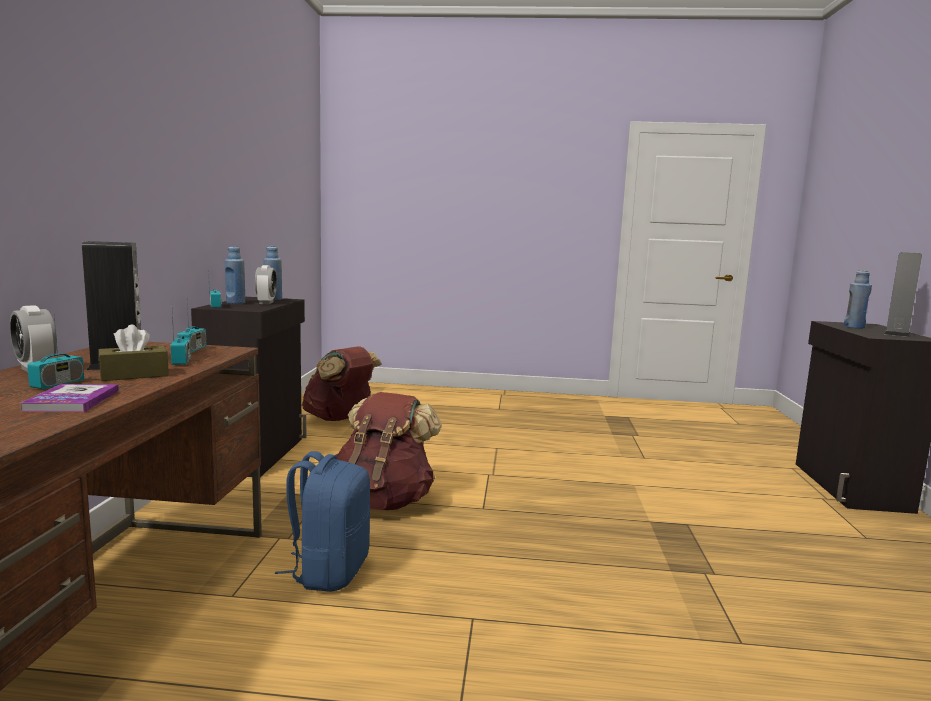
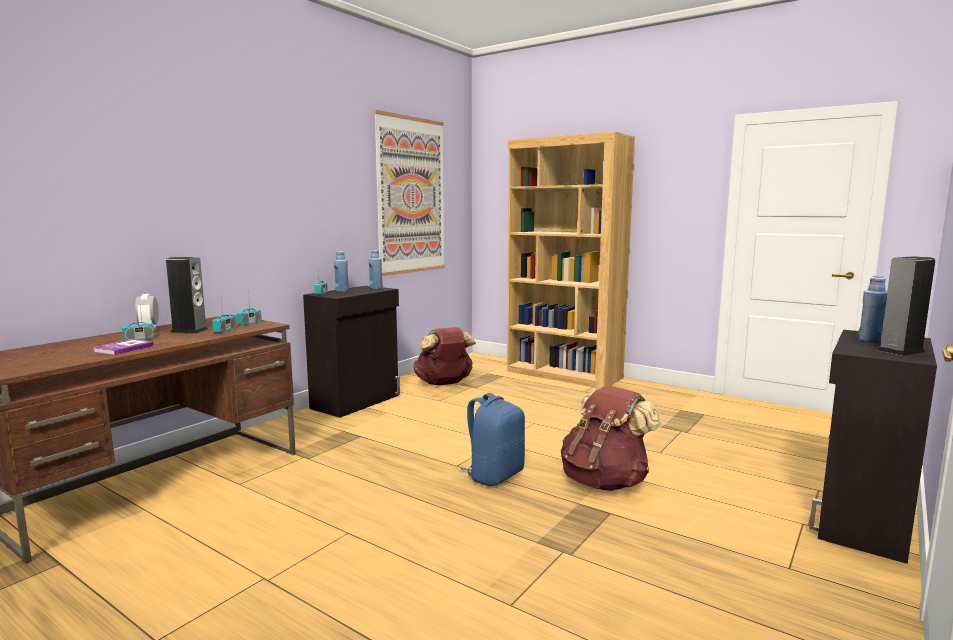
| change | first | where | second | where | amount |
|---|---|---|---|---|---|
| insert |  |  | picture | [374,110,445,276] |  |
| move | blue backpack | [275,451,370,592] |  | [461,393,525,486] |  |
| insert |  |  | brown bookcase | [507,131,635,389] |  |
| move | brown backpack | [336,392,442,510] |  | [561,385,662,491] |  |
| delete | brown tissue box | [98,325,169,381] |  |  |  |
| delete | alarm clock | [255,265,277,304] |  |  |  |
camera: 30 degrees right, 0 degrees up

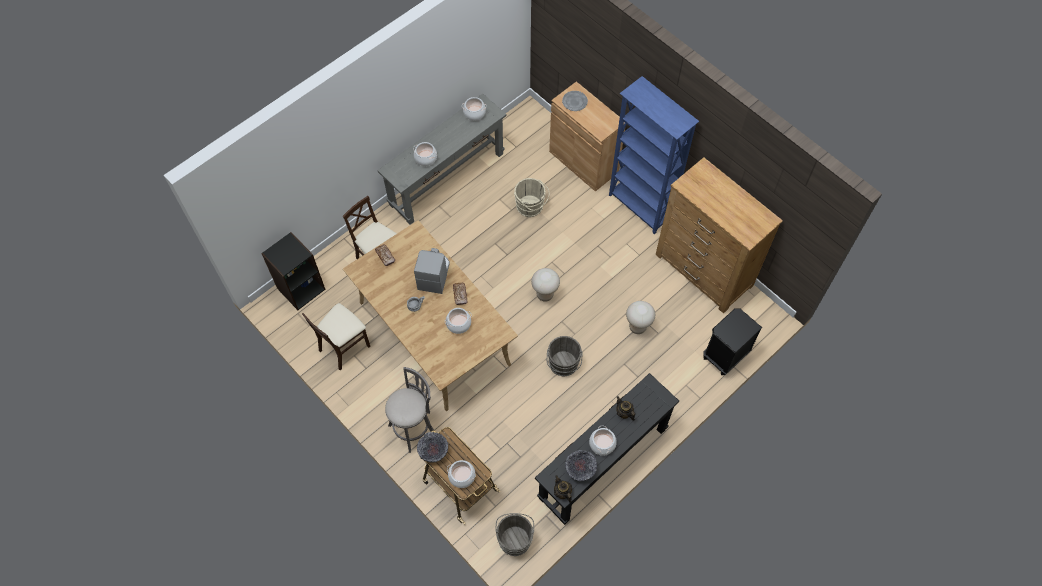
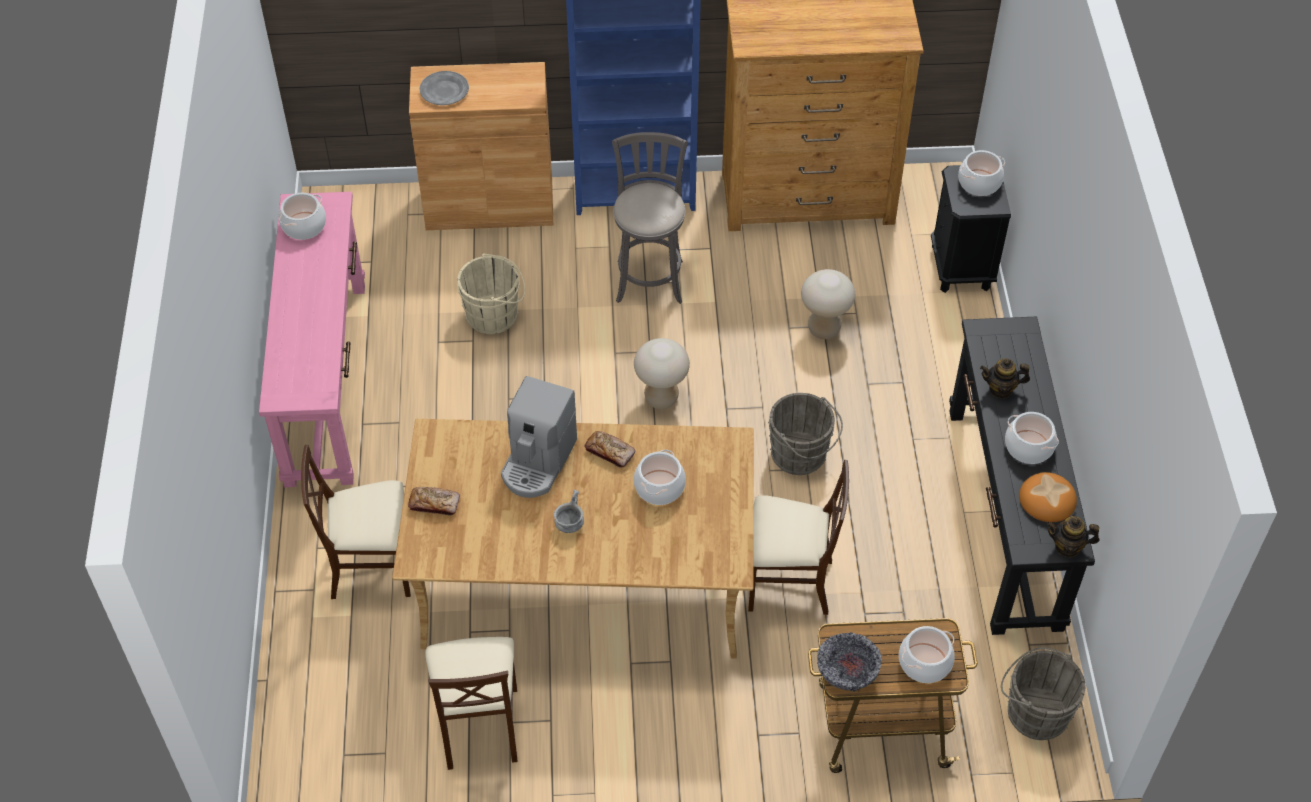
| change | first | where | second | where | amount |
|---|---|---|---|---|---|
| recolor | grey console table | [377,94,506,225] | pink console table | [259,192,365,488] |  |
| rotate | coffee machine | [414,248,450,294] |  | [501,376,577,498] | 120 degrees counterclockwise |
| move | grey stool | [385,367,434,453] |  | [612,132,688,304] |  |
| insert |  |  | beige chair | [748,460,849,615] |  |
| move | cooking pot | [413,142,437,166] |  | [958,150,1005,196] |  |
| replace | bowl | [565,450,597,481] | bread | [1019,472,1077,522] |  |
| delete | black bookcase | [261,232,326,310] |  |  |  |
camera: 50 degrees left, 10 degrees down

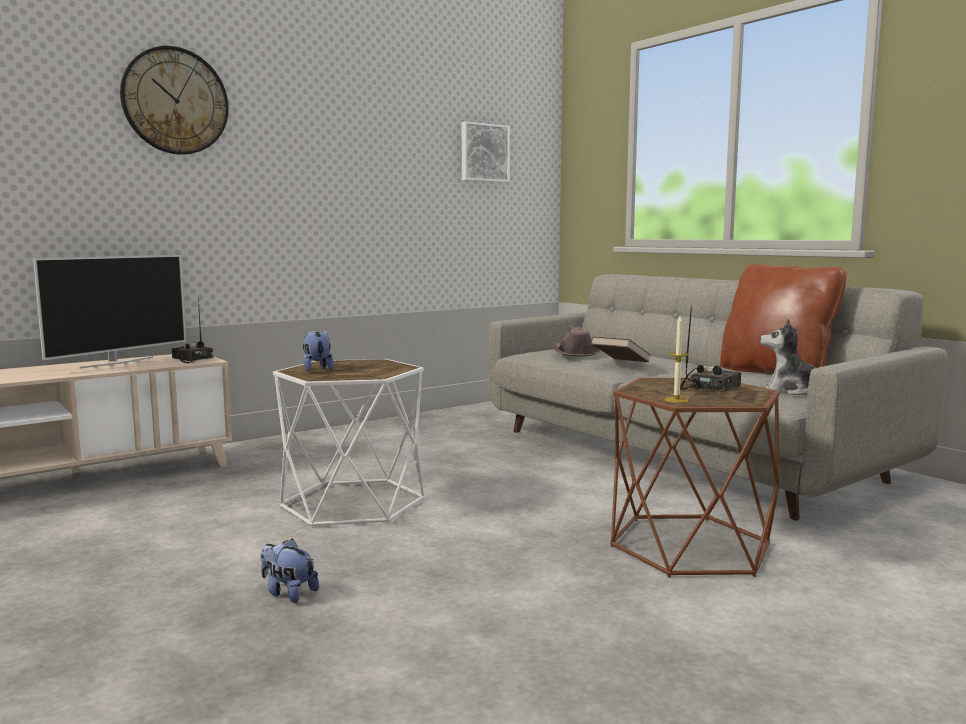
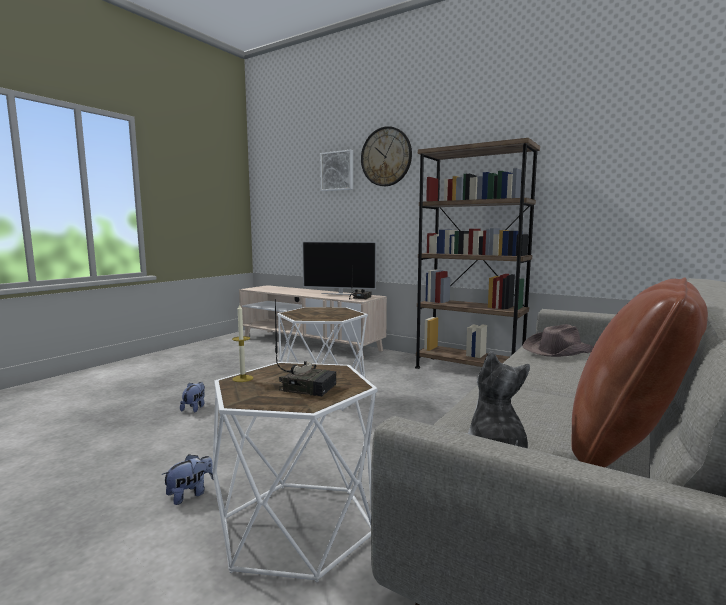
| change | first | where | second | where | amount |
|---|---|---|---|---|---|
| move | plush toy | [303,330,334,371] |  | [161,454,214,505] |  |
| recolor | brown side table | [610,378,780,577] | white side table | [212,362,377,583] |  |
| move | picture | [462,121,510,183] |  | [320,150,353,191] |  |
| insert |  |  | brown bookcase | [415,138,540,369] |  |
| delete | brown book | [591,336,651,362] |  |  |  |
camera: 70 degrees right, 0 degrees up

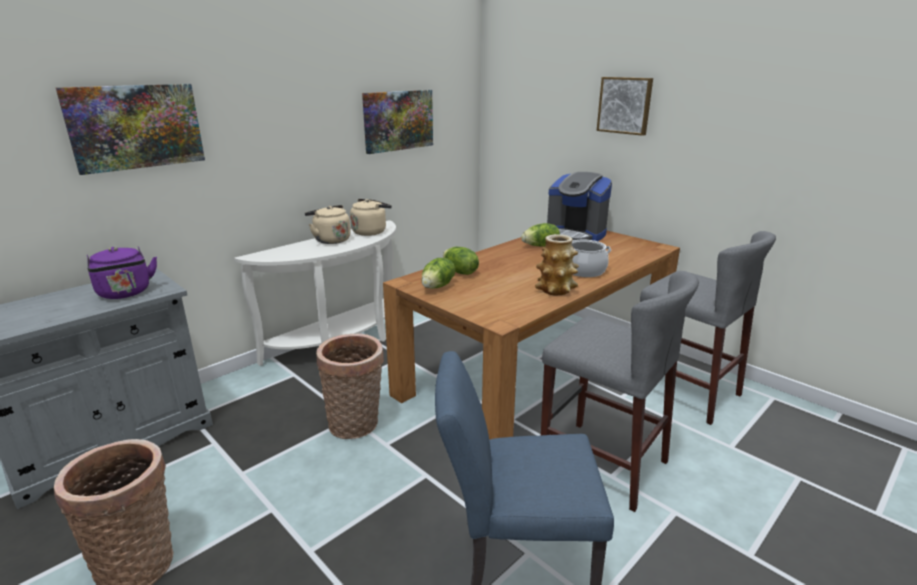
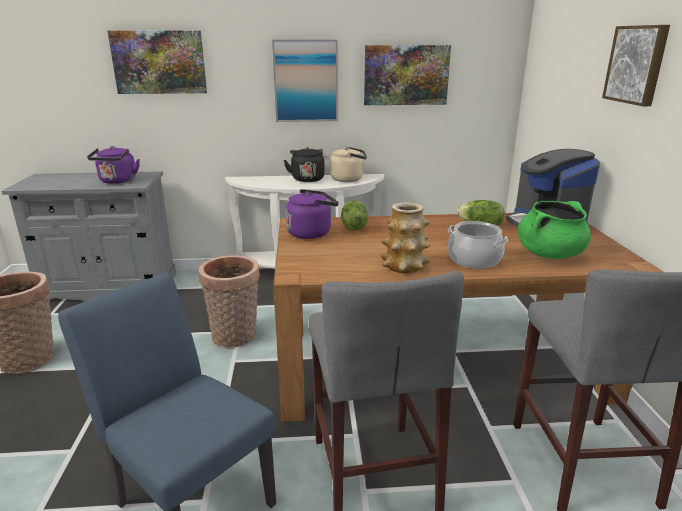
| change | first | where | second | where | amount |
|---|---|---|---|---|---|
| insert |  |  | picture | [272,40,338,122] |  |
| recolor | beige kettle | [305,205,351,244] | black kettle | [284,147,325,182] |  |
| replace | lettuce | [421,258,455,289] | purple kettle | [286,189,339,239] |  |
| insert |  |  | green cooking pot | [518,201,591,259] |  |
camera: 40 degrees right, 0 degrees up

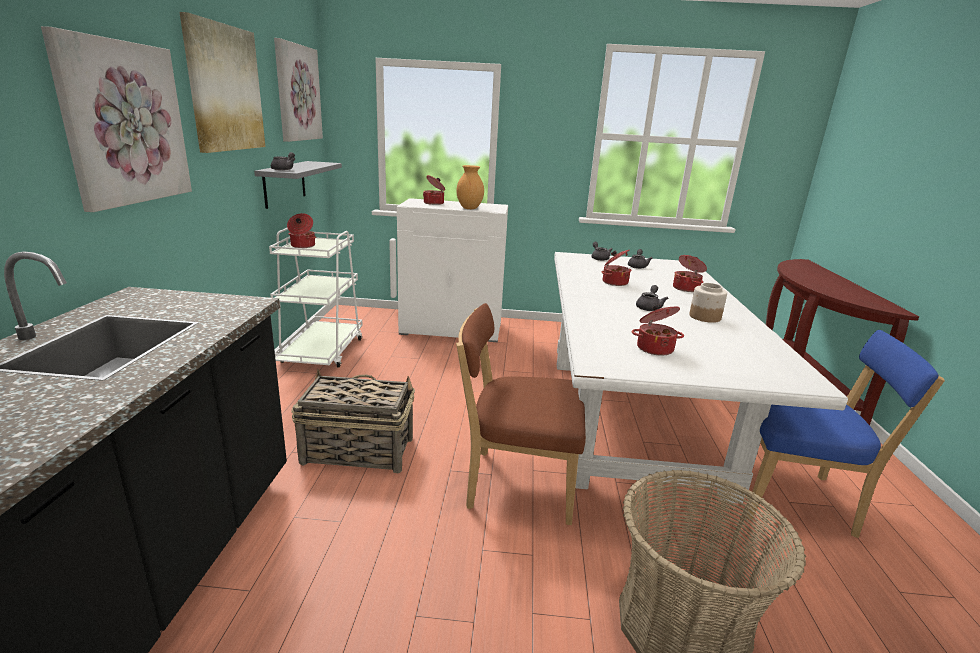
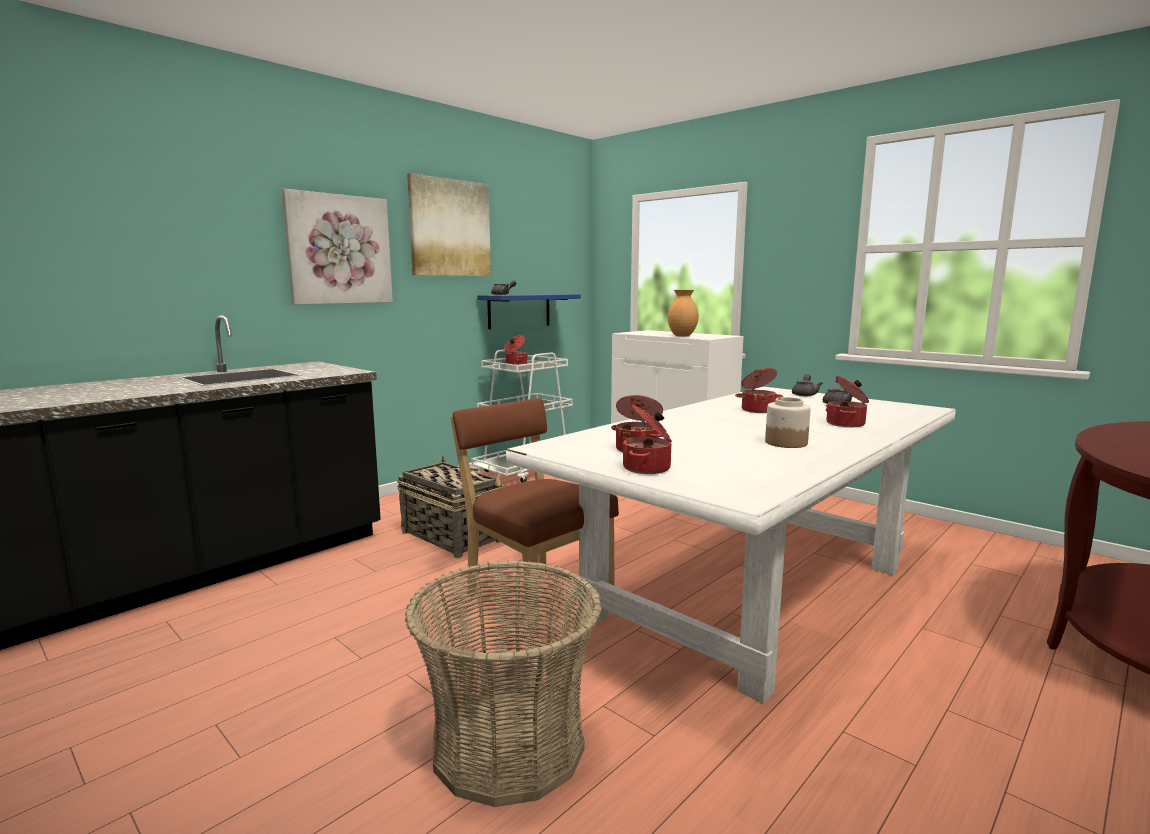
| change | first | where | second | where | amount |
|---|---|---|---|---|---|
| recolor | grey shelf | [254,161,342,209] | blue shelf | [477,294,581,329] |  |
| move | cooking pot | [423,175,445,205] |  | [621,405,672,474] |  |
| delete | picture | [274,38,323,142] |  |  |  |
| delete | grey teapot | [636,285,668,311] |  |  |  |
| delete | blue chair | [746,330,945,538] |  |  |  |
camera: 40 degrees right, 10 degrees down

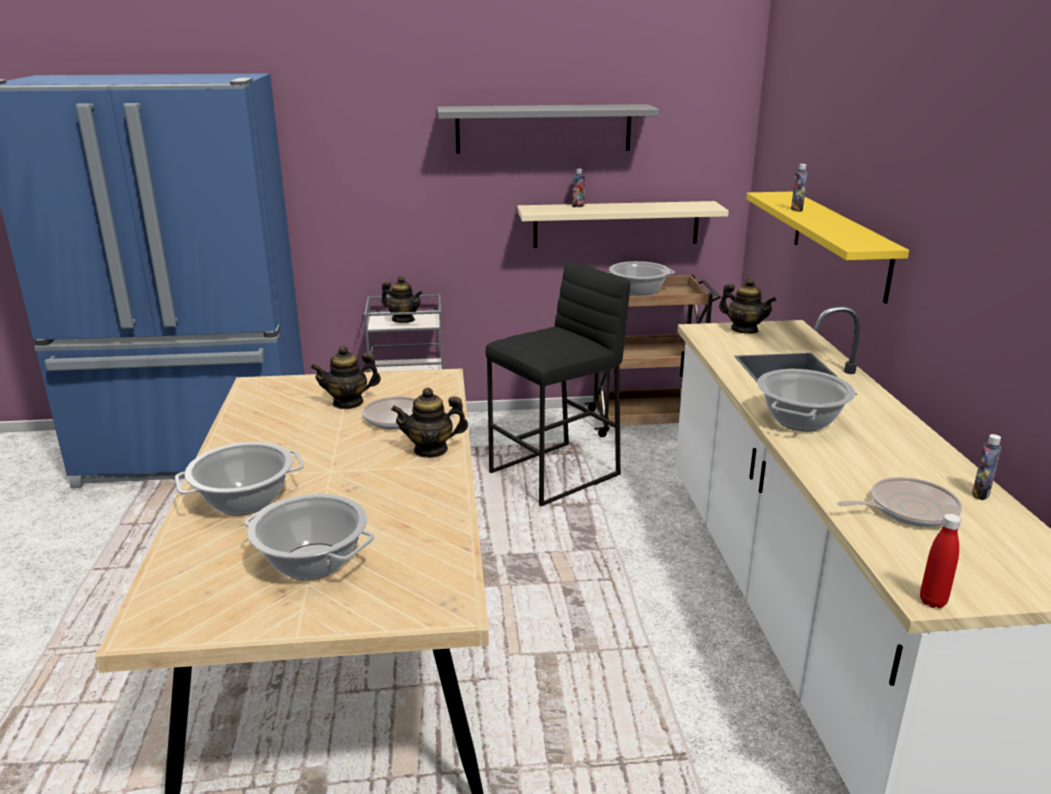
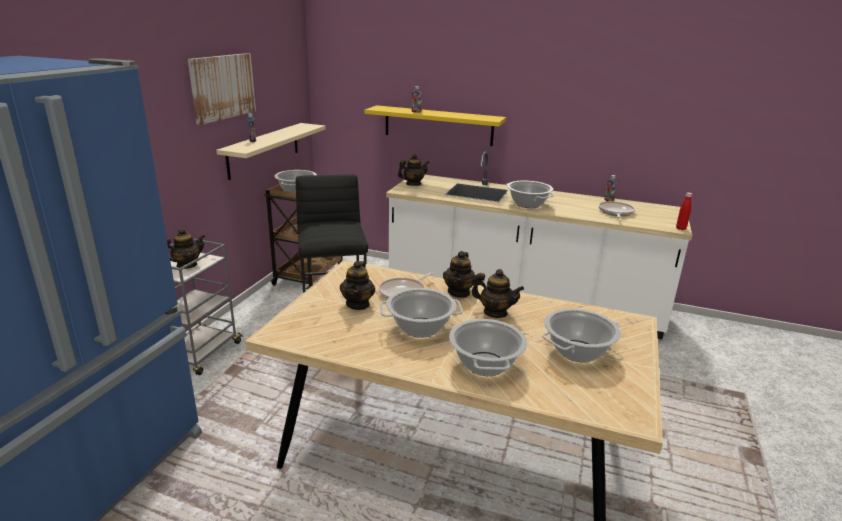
| change | first | where | second | where | amount |
|---|---|---|---|---|---|
| replace | grey shelf | [438,104,659,154] | picture | [188,53,256,125] |  |
| insert |  |  | cooking pot | [380,288,463,338] |  |
| insert |  |  | teapot | [471,269,524,318] |  |
camera: 65 degrees left, 0 degrees up

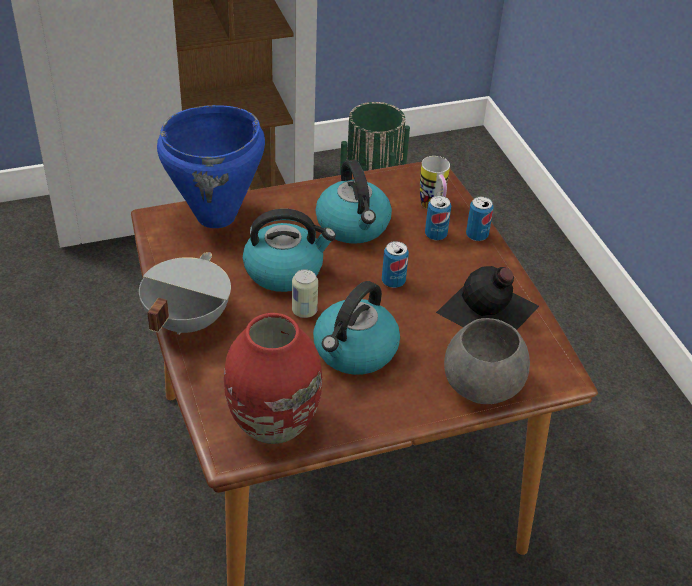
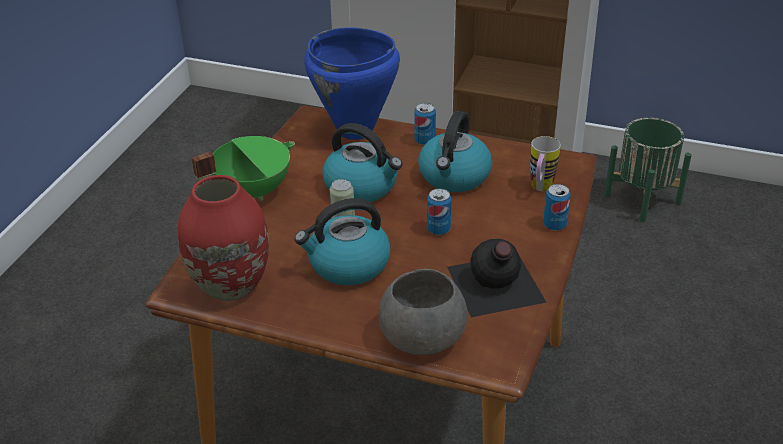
| change | first | where | second | where | amount |
|---|---|---|---|---|---|
| recolor | grey cooking pot | [139,252,231,335] | green cooking pot | [192,136,295,201] |  |
| move | can | [425,196,451,241] |  | [414,103,436,145] |  |
camera: 40 degrees right, 5 degrees down

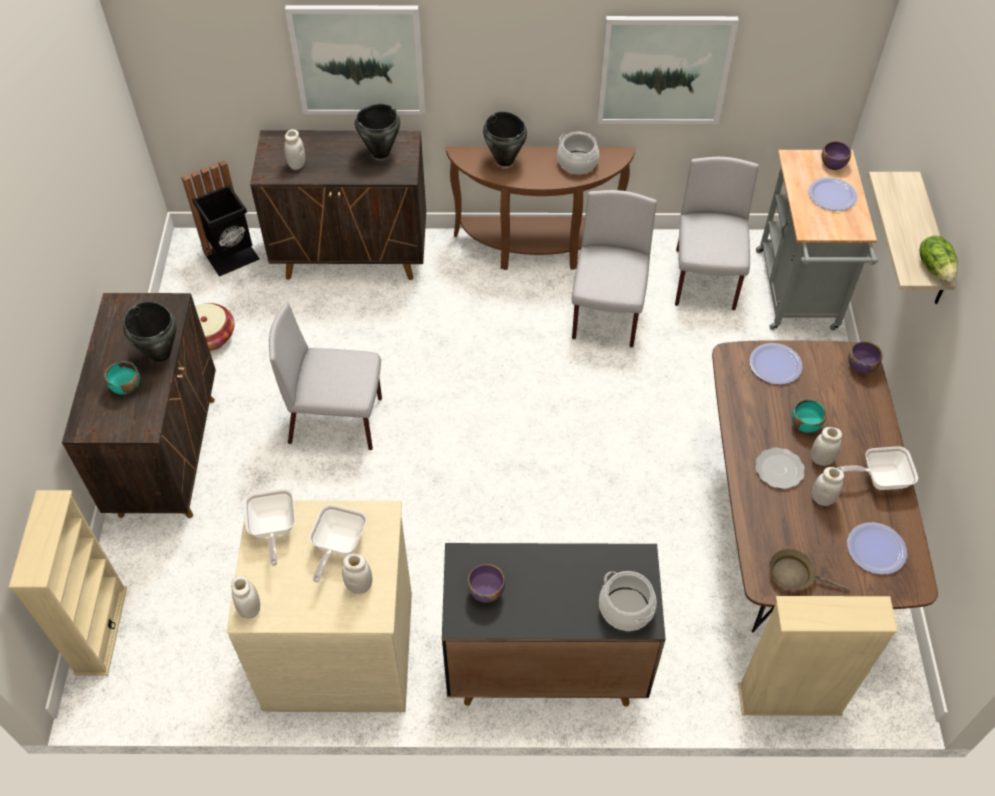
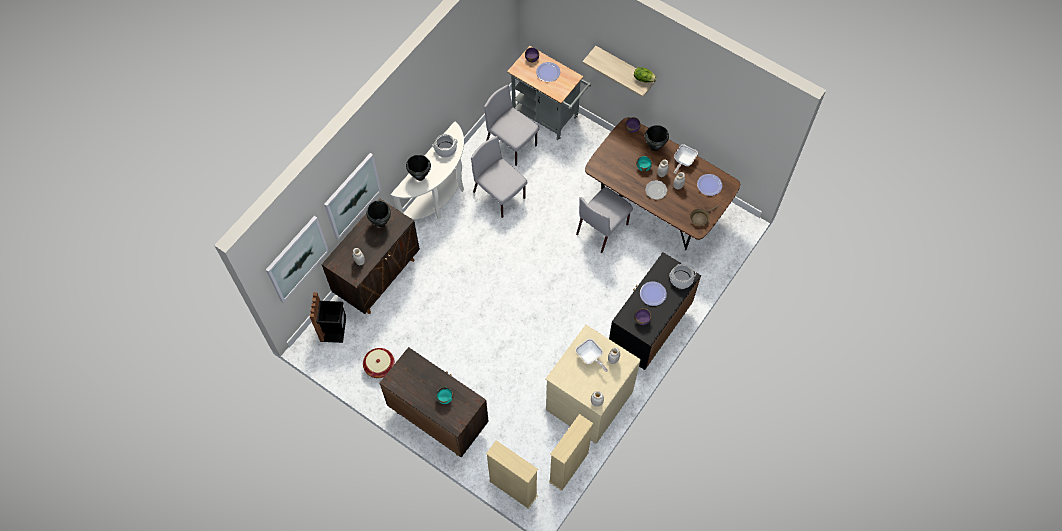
| change | first | where | second | where | amount |
|---|---|---|---|---|---|
| move | picture | [597,16,739,124] |  | [266,216,329,303] |  |
| recolor | brown console table | [446,147,635,270] | white console table | [391,121,464,220] |  |
| move | beige bookcase | [738,596,898,716] |  | [549,414,593,491] |  |
| move | grey chair | [269,302,382,450] |  | [576,187,633,253] |  |
| move | plate | [749,343,803,385] |  | [640,281,667,306] |  |
| move | black cooking pot | [123,301,177,362] |  | [645,125,669,151] |  |
| delete | frying pan | [244,489,295,566] |  |  |  |
camera: 55 degrees left, 10 degrees up

